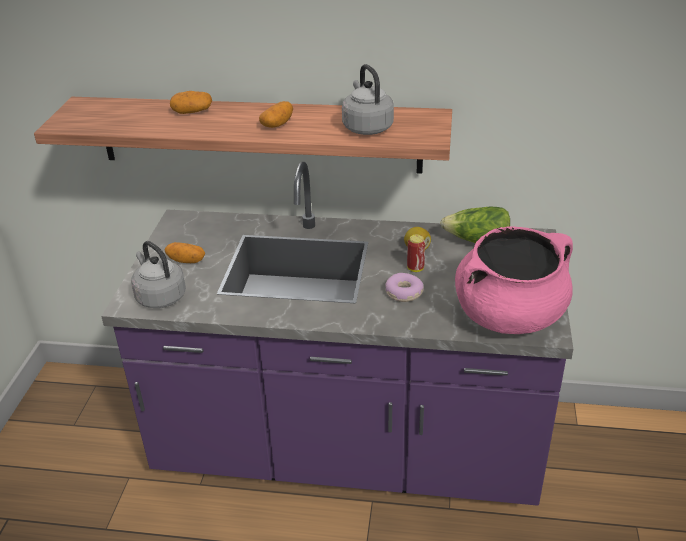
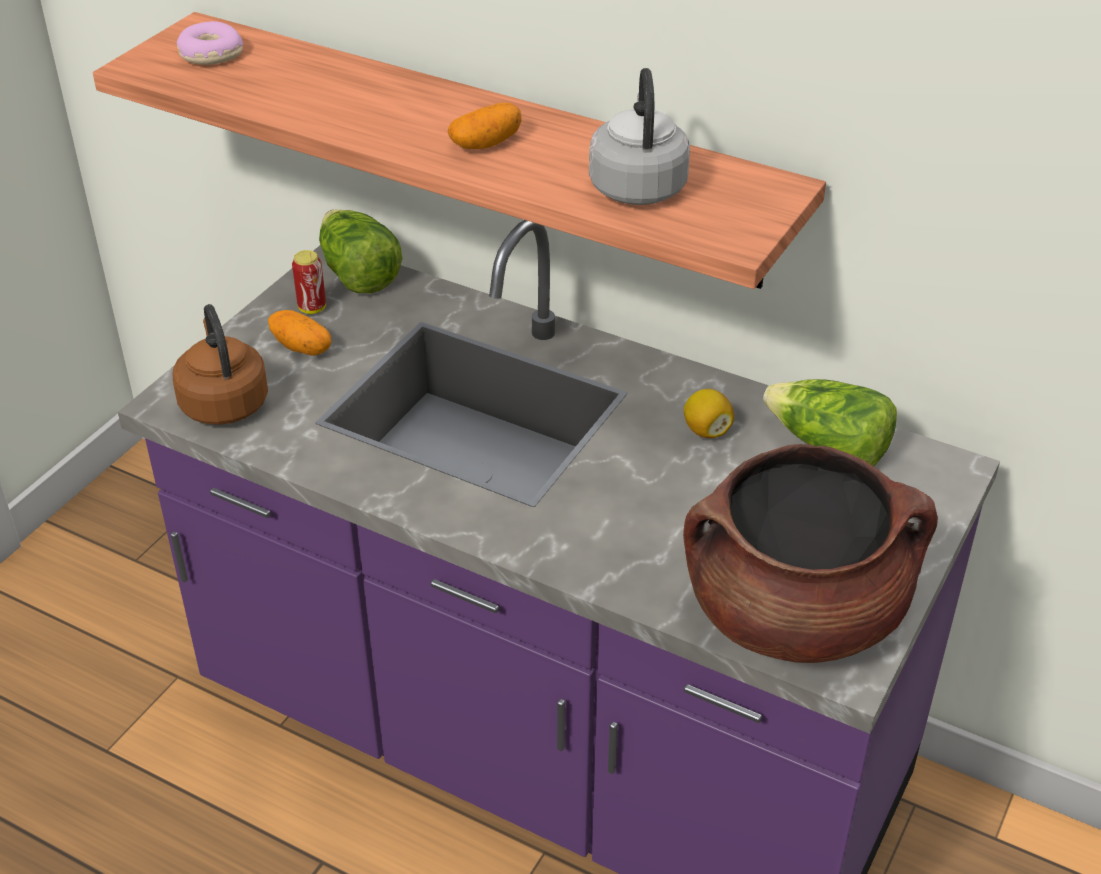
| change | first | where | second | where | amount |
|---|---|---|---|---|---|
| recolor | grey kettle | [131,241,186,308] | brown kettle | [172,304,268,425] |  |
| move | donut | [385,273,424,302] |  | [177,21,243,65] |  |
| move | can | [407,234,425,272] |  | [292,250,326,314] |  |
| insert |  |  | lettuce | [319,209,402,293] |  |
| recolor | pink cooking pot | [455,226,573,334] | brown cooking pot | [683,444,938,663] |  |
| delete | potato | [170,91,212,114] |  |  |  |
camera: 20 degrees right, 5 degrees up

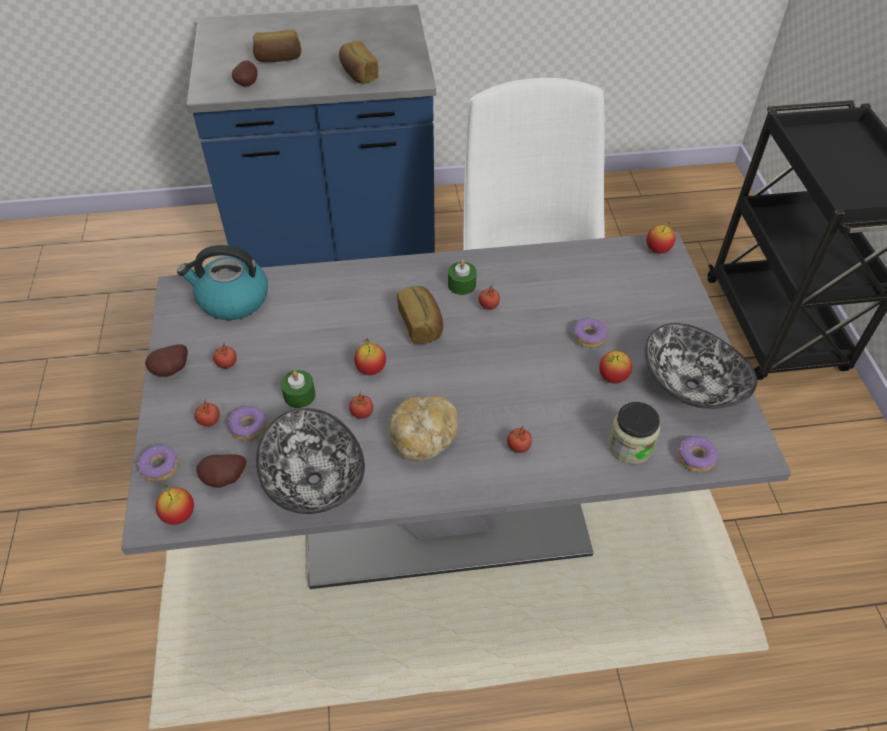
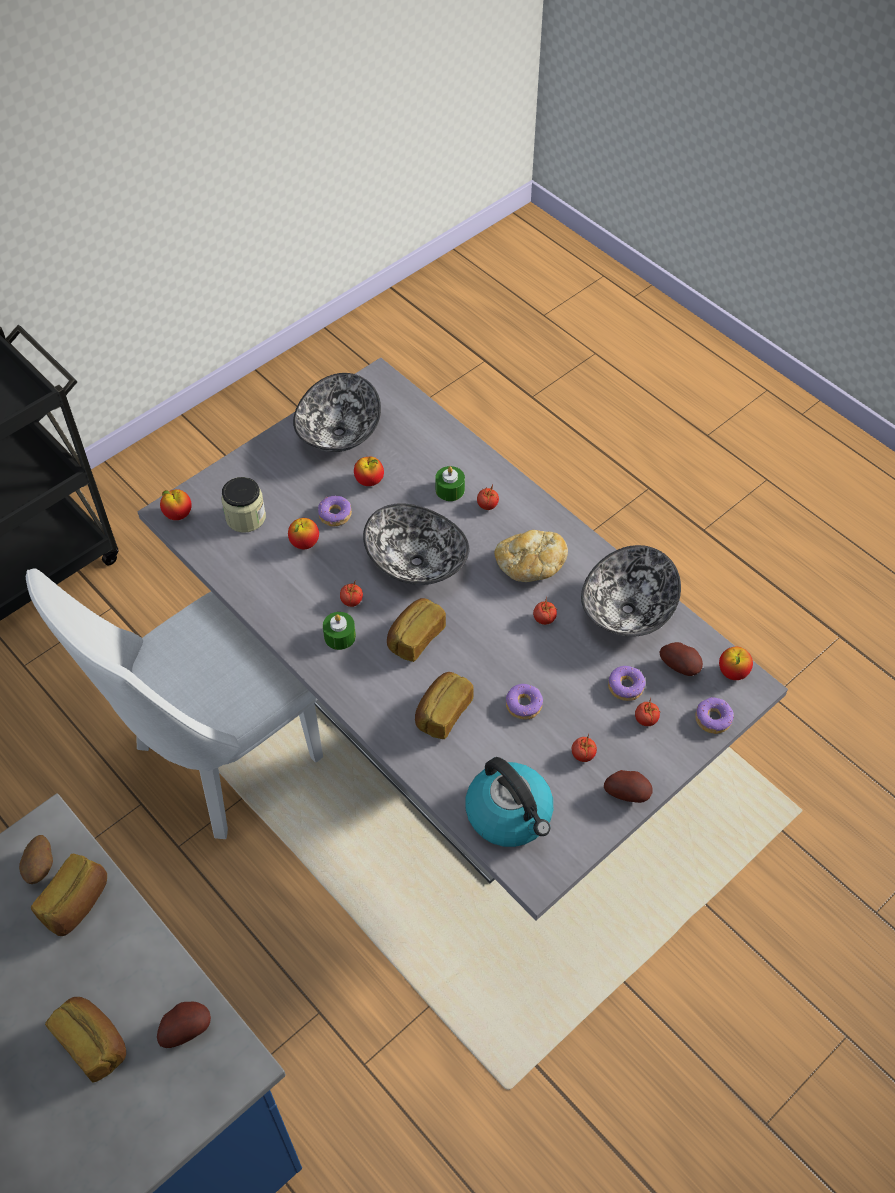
| change | first | where | second | where | amount |
|---|---|---|---|---|---|
| insert |  |  | potato | [19,835,53,884] |  |
| move | jar | [608,402,660,464] |  | [221,477,266,533] |  |
| move | apple | [354,338,386,375] |  | [288,518,319,549] |  |
| insert |  |  | bowl | [363,503,469,585] |  |
| insert |  |  | bread | [415,672,474,739] |  |
| move | green candle | [281,370,315,408] |  | [435,466,465,501] |  |
| move | donut | [678,436,718,472] |  | [506,684,543,719] |  |
camera: 125 degrees left, 5 degrees up

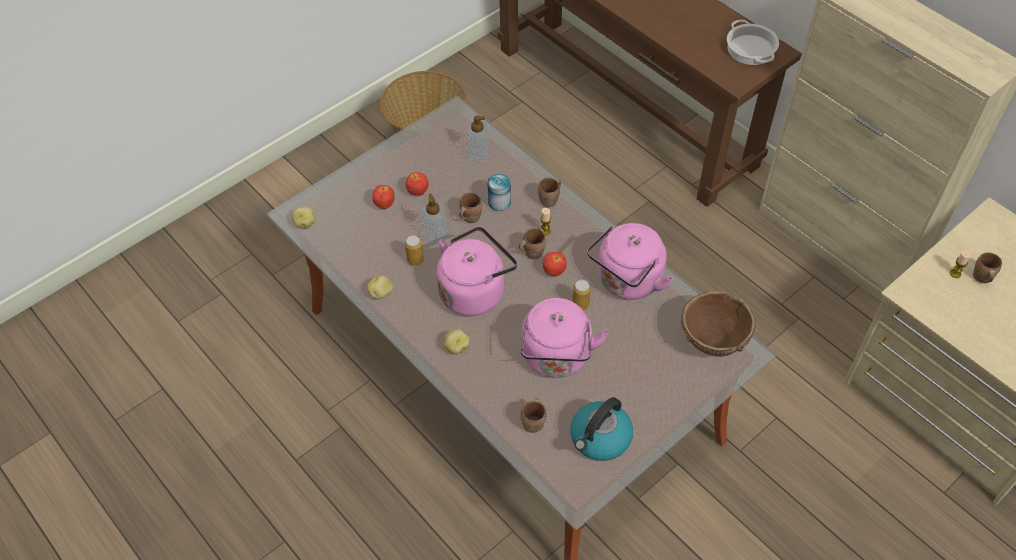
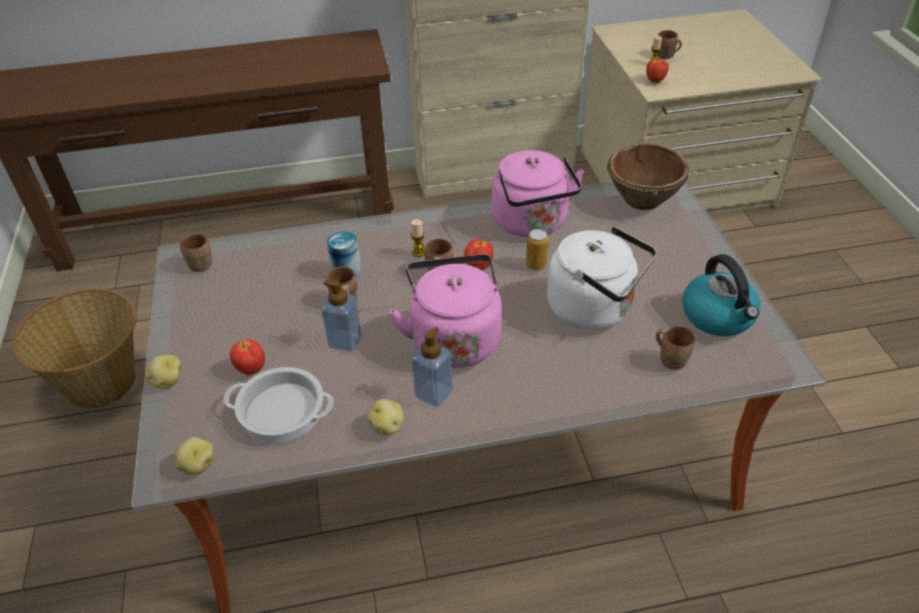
| change | first | where | second | where | amount |
|---|---|---|---|---|---|
| move | potato | [443,329,470,354] |  | [145,355,182,389] |  |
| move | brown mug | [538,178,561,207] |  | [180,233,212,272] |  |
| move | cooking pot | [727,20,779,65] |  | [223,367,334,443] |  |
| move | soap dispenser | [467,115,489,162] |  | [412,327,453,407] |  |
| recolor | pink kettle | [521,298,608,378] | white kettle | [547,227,657,330] |  |
| move | apple | [406,172,429,196] |  | [646,58,669,83] |  |
| delete | can | [405,235,424,266] |  |  |  |
camera: 60 degrees left, 10 degrees down

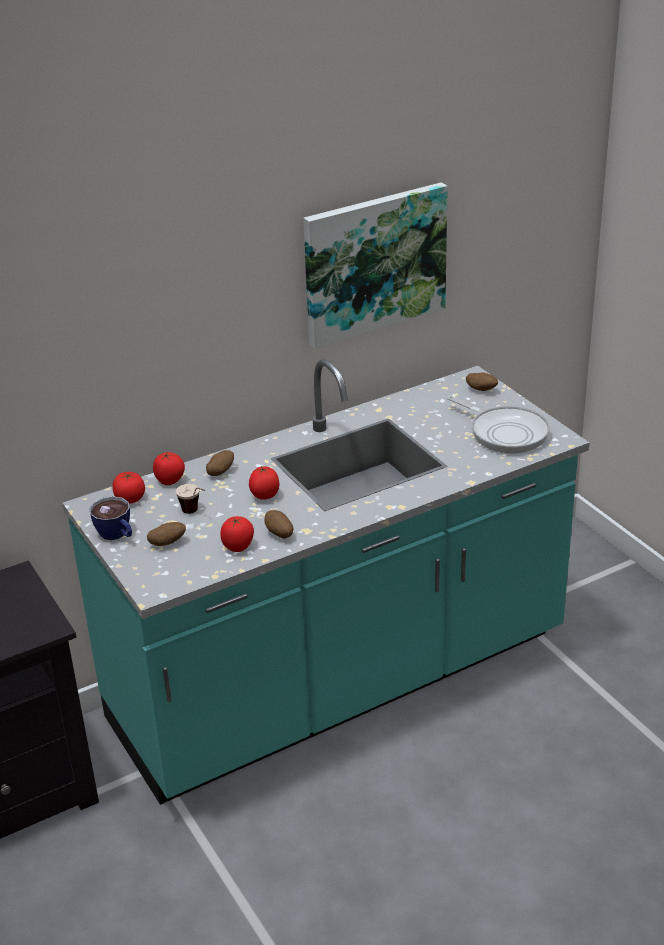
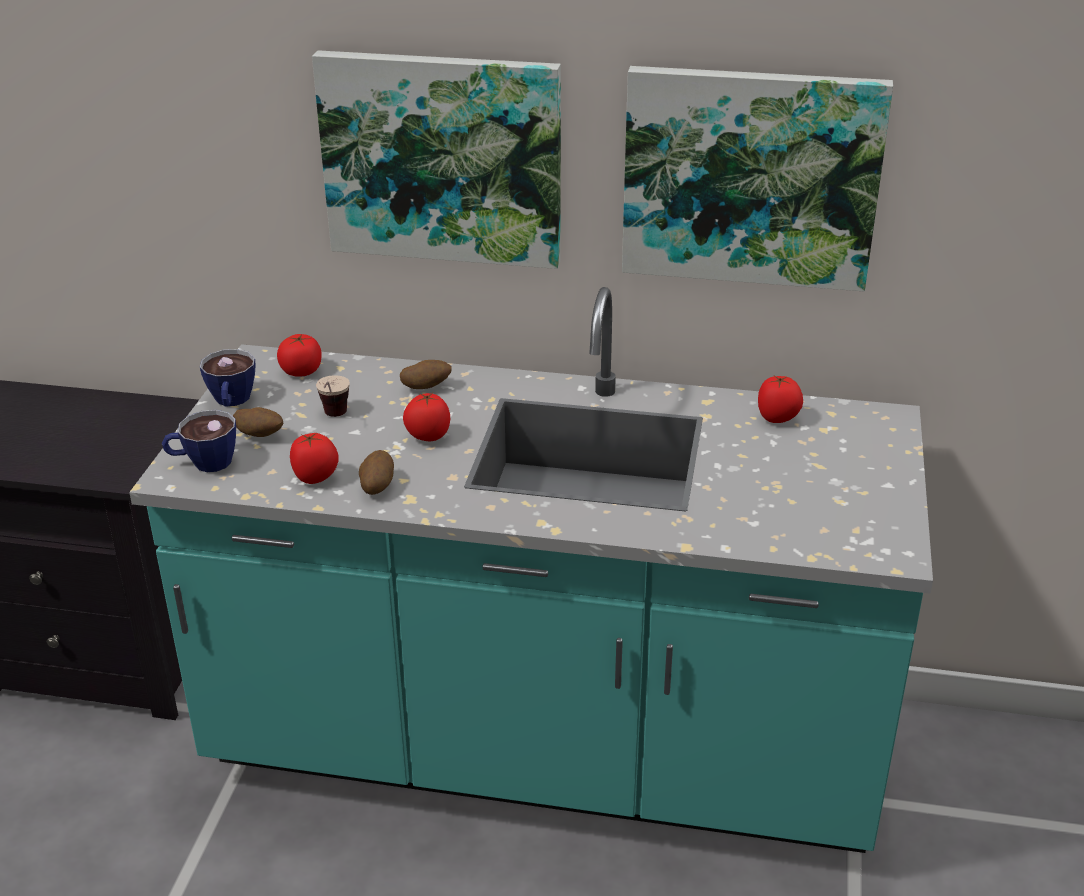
| change | first | where | second | where | amount |
|---|---|---|---|---|---|
| insert |  |  | cup | [162,410,236,472] |  |
| insert |  |  | picture | [312,50,561,269] |  |
| move | tomato | [153,452,185,485] |  | [758,376,803,423] |  |
| delete | frying pan | [447,396,550,453] |  |  |  |
| delete | potato | [466,372,498,391] |  |  |  |
camera: 40 degrees right, 0 degrees up

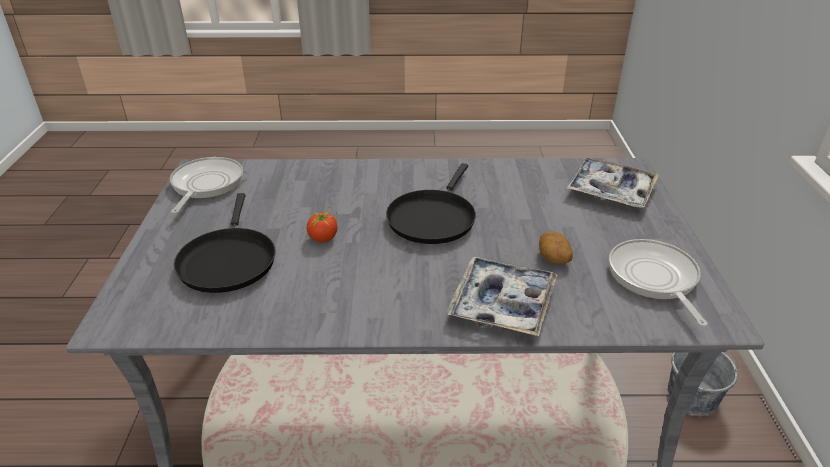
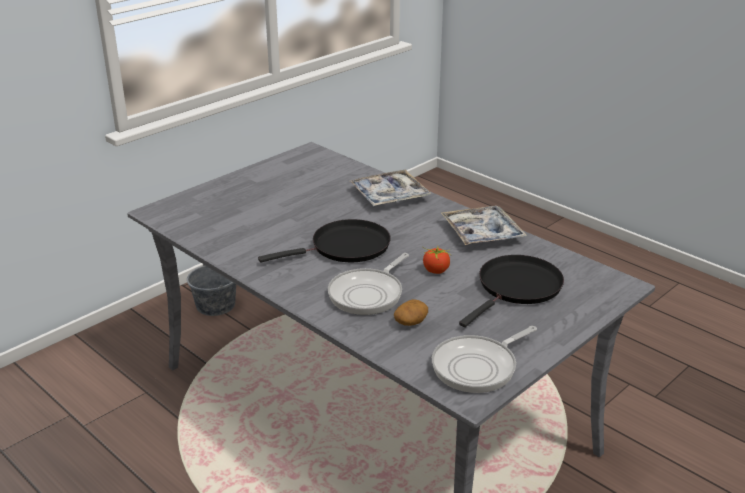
| change | first | where | second | where | amount |
|---|---|---|---|---|---|
| move | frying pan | [609,239,708,327] |  | [328,253,409,315] |  |
| move | potato | [539,231,573,264] |  | [394,299,428,326] |  |
| move | tray | [566,158,659,208] |  | [441,206,527,246] |  |
camera: 135 degrees left, 5 degrees down

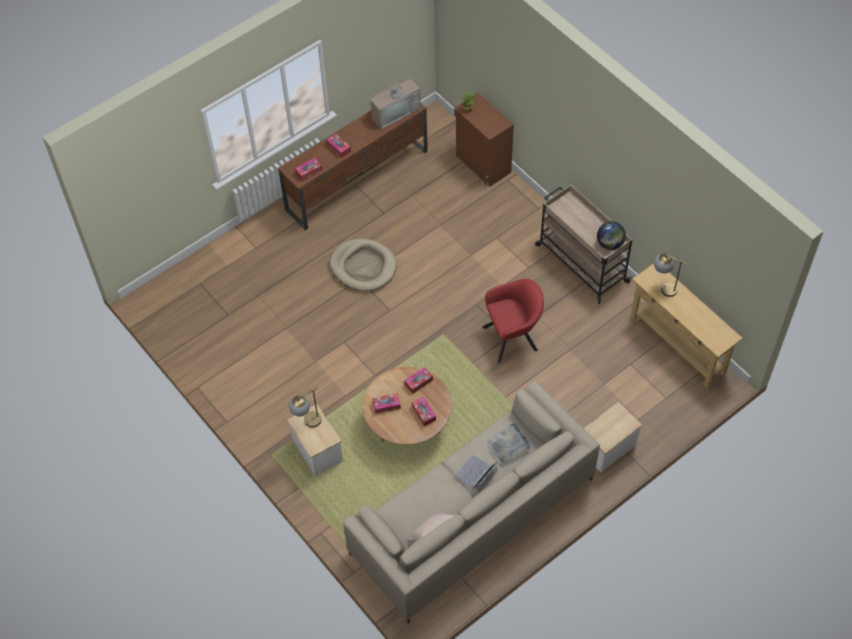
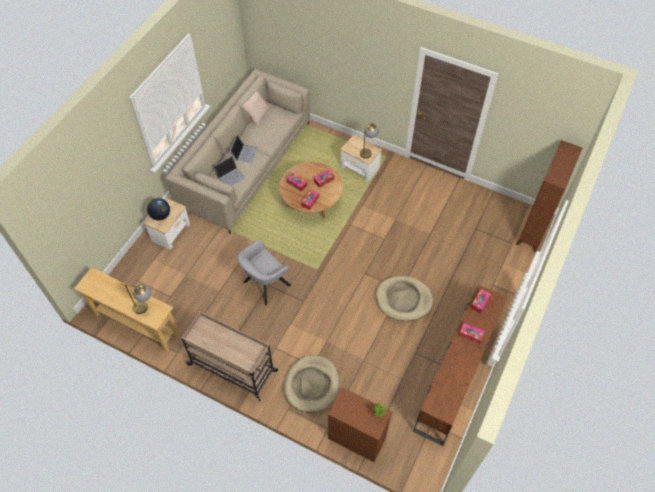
| change | first | where | second | where | amount |
|---|---|---|---|---|---|
| move | globe | [597,221,626,250] |  | [147,198,170,220] |  |
| replace | grey tray | [486,422,531,464] | laptop | [213,156,245,186] |  |
| recolor | red armchair | [482,279,544,363] | grey armchair | [237,240,291,305] |  |
| insert |  |  | beige dog bed | [284,355,339,412] |  |
| insert |  |  | brown bookcase | [516,140,582,252] |  |
| delete | television | [371,70,421,129] |  |  |  |
camera: 155 degrees right, 0 degrees up

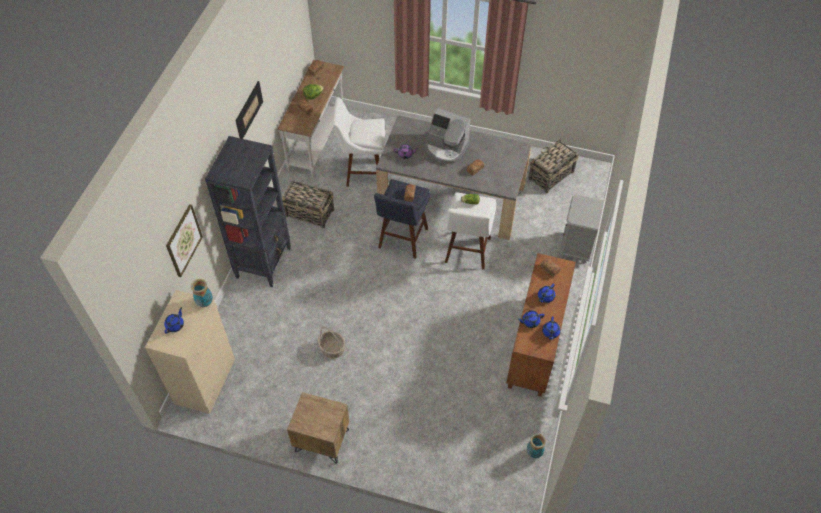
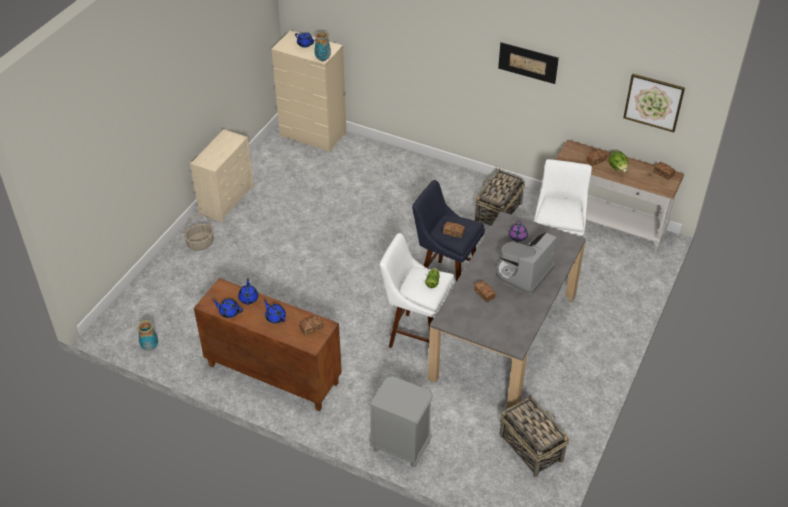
| change | first | where | second | where | amount |
|---|---|---|---|---|---|
| move | basket | [318,327,345,358] |  | [184,214,214,251] |  |
| replace | brown nightstand | [287,392,350,464] | beige dresser | [190,129,254,223] |  |
| move | picture | [166,204,203,277] |  | [623,74,685,132] |  |
| delete | black bookcase | [205,136,291,287] |  |  |  |
camera: 100 degrees right, 10 degrees down

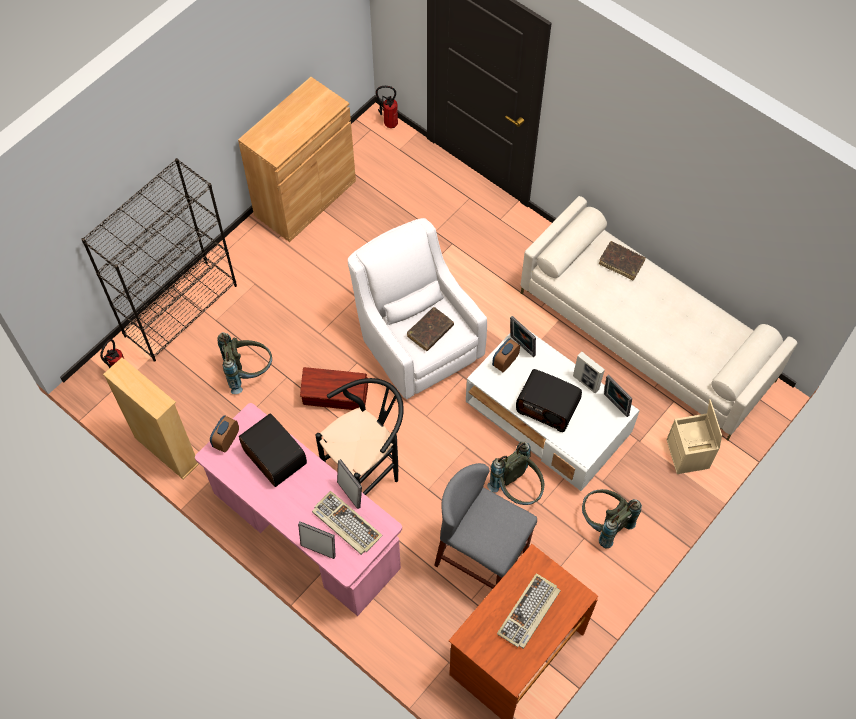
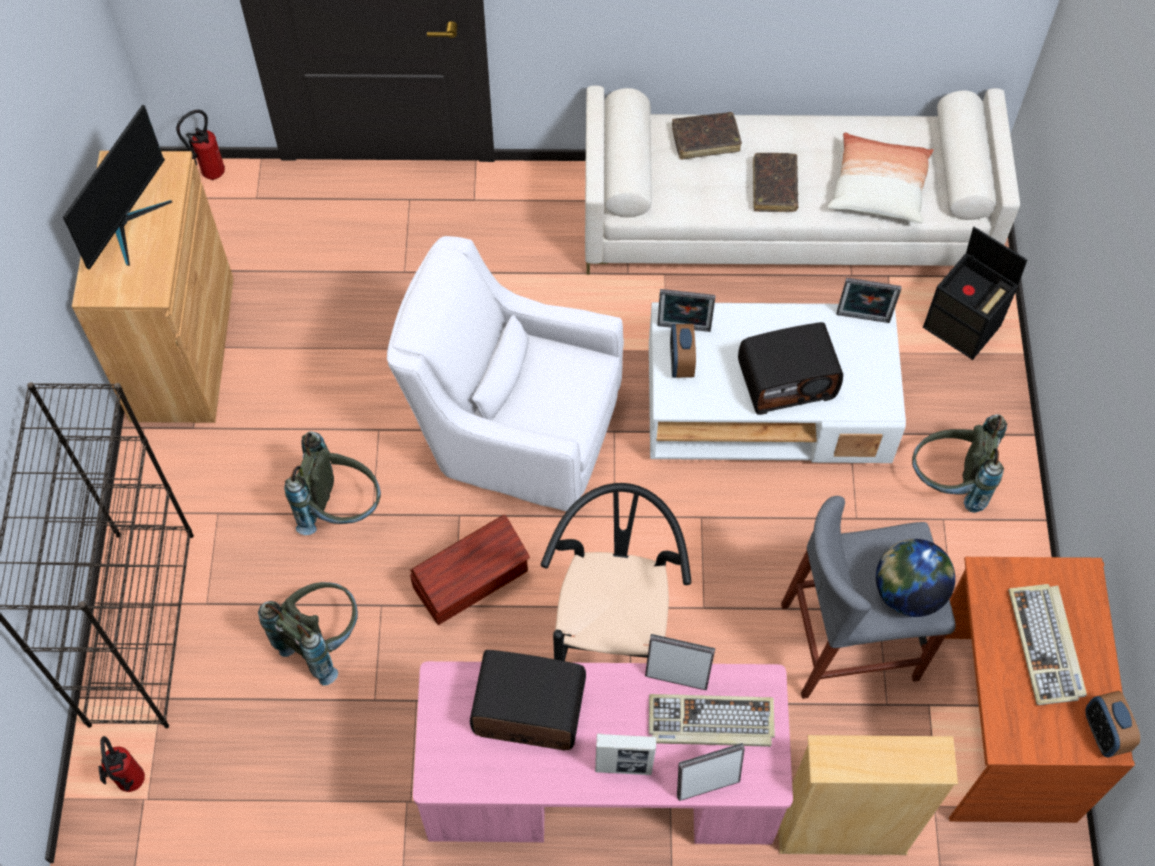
| change | first | where | second | where | amount |
|---|---|---|---|---|---|
| insert |  |  | monitor | [63,105,172,270] |  |
| move | grey backpack | [487,442,544,505] |  | [284,431,381,535] |  |
| move | picture frame | [573,351,605,393] |  | [595,734,656,775] |  |
| move | brown book | [407,307,454,351] |  | [753,153,798,212] |  |
| move | beige bookcase | [103,357,199,480] |  | [778,735,958,855] |  |
| insert |  |  | pillow | [828,132,934,223] |  |
| insert |  |  | globe | [876,539,955,617] |  |
| recolor | beige storage box | [667,399,722,474] | black storage box | [923,227,1027,360] |  |
| move | alarm clock | [210,415,239,453] |  | [1085,691,1140,757] |  |
camera: 40 degrees left, 0 degrees up

